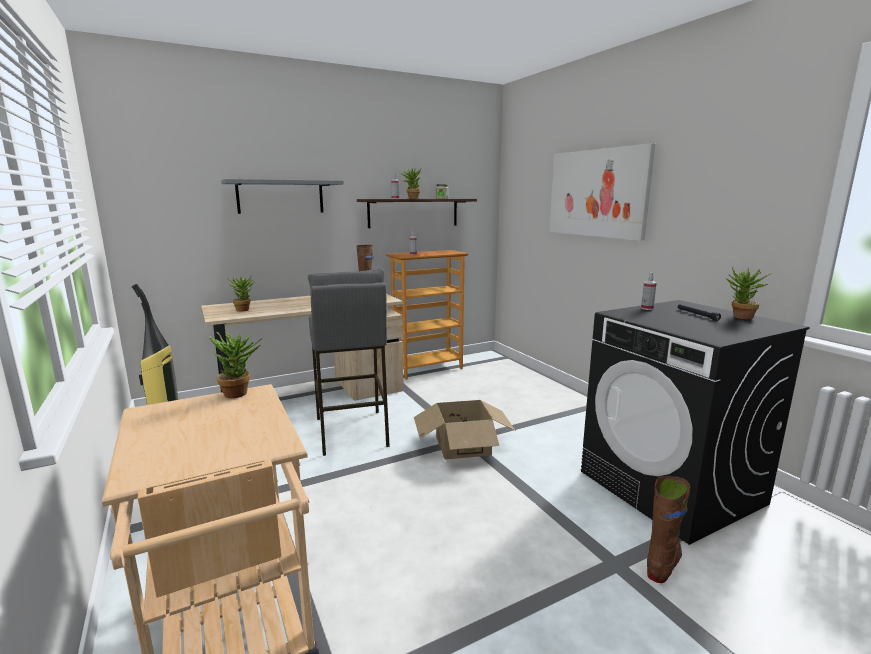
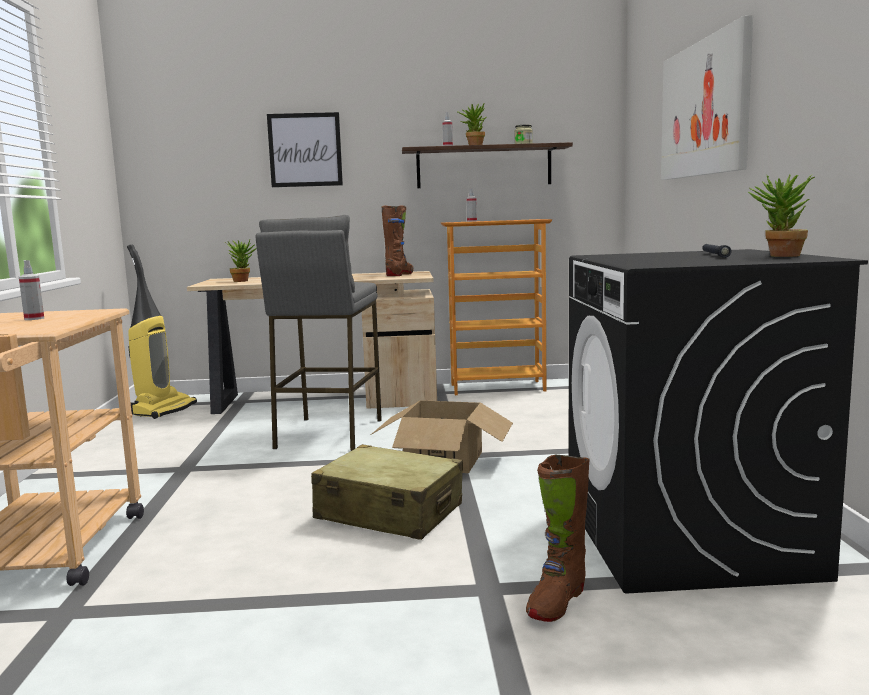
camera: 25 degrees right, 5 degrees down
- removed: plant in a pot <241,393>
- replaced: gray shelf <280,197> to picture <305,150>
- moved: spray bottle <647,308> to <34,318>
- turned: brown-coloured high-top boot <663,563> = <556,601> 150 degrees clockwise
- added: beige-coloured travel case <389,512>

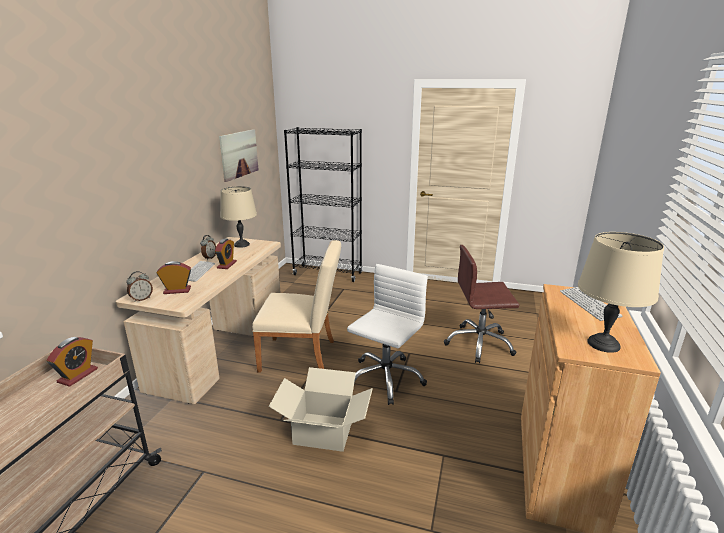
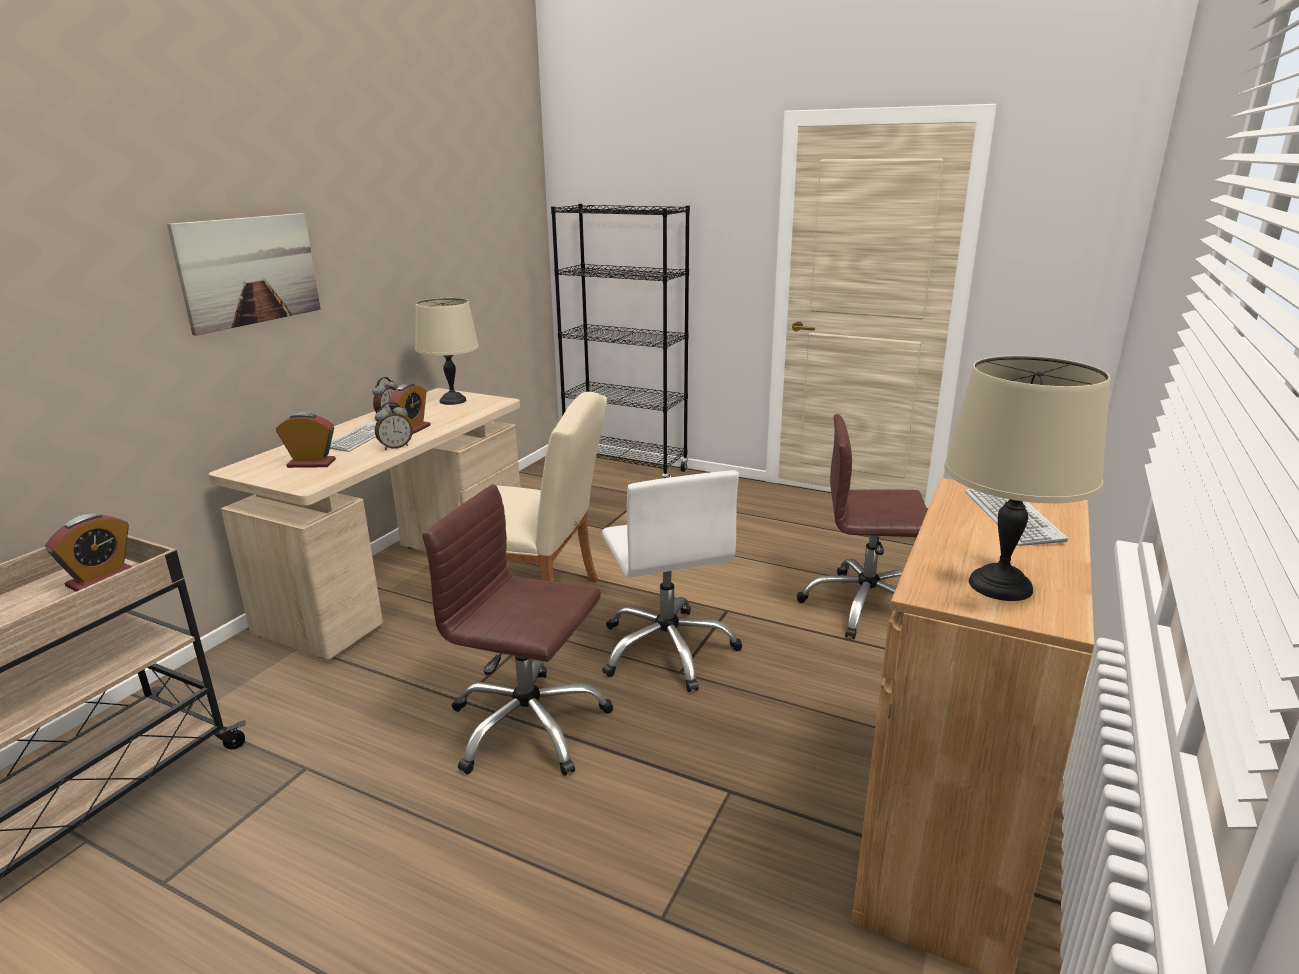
camera: 10 degrees right, 0 degrees up
- moved: table clock <141,299> to <395,447>
- moved: picture <239,154> to <249,270>
- replaced: carton <323,431> to brown-coloured office chair <527,726>
- turned: white-coloured office chair <385,378> = <668,649> 120 degrees clockwise

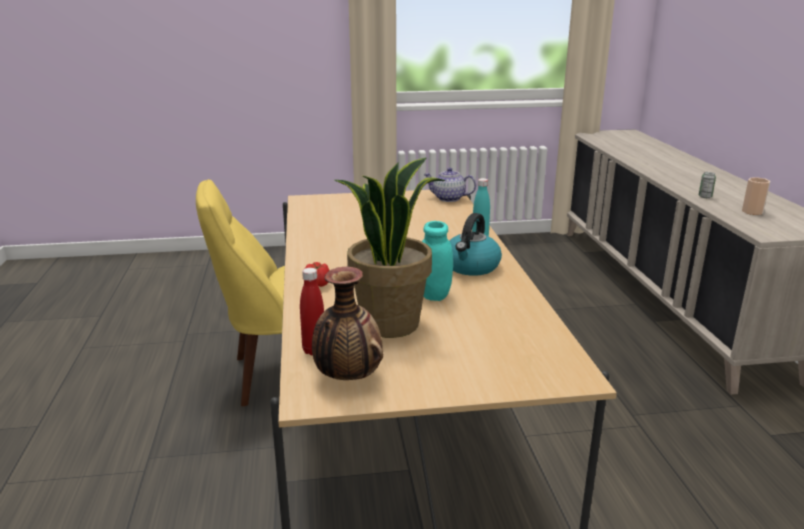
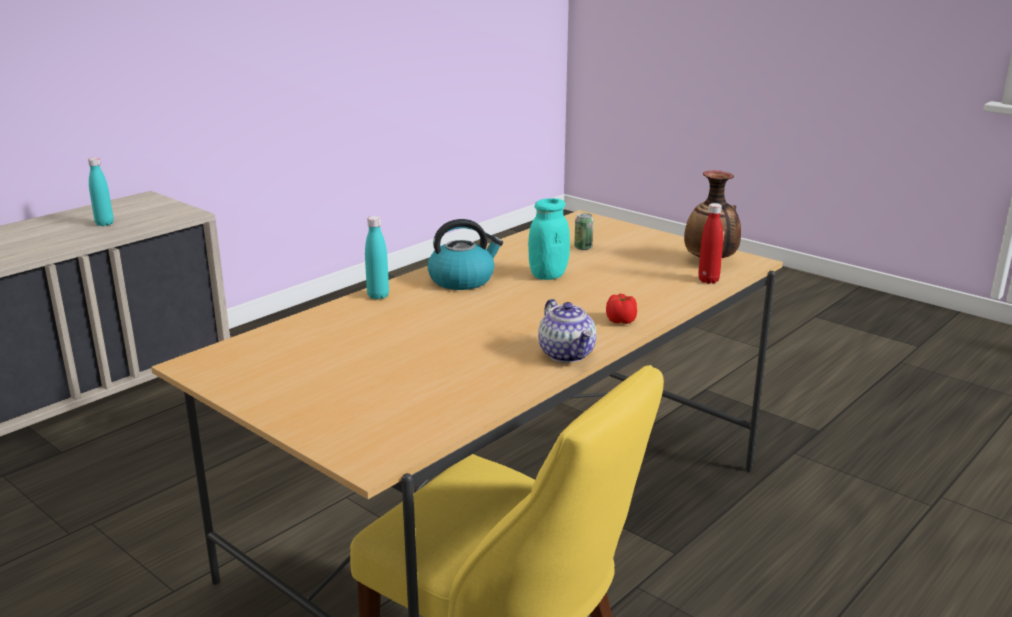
camera: 130 degrees left, 0 degrees up
- removed: plant in a pot <390,323>
- moved: pot for tea <448,198> to <567,354>
- moved: sealed can <705,196> to <583,248>
- replaced: small cup <752,212> to turquoise-coloured drink bottle <104,224>

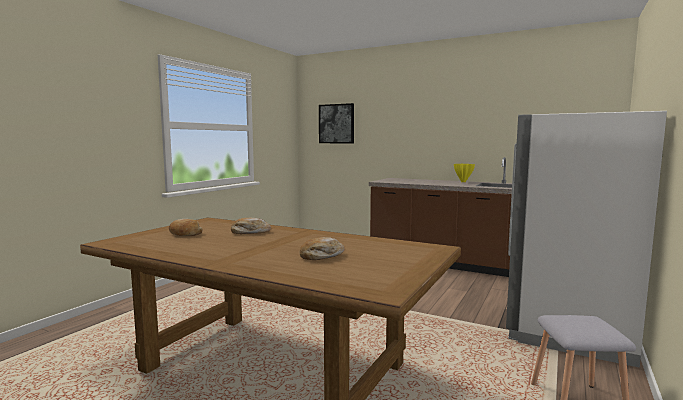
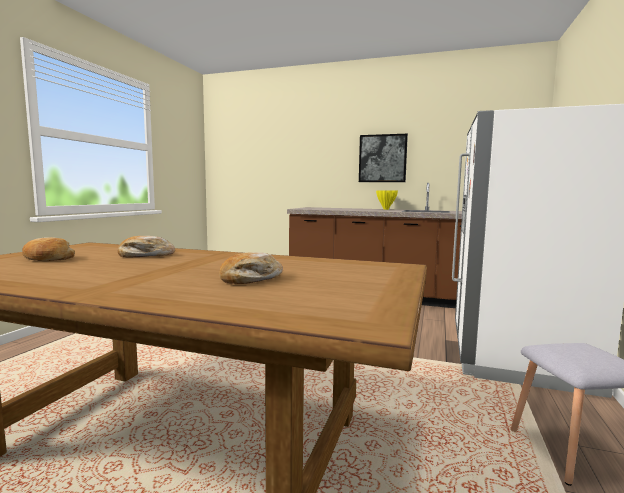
camera: 10 degrees left, 0 degrees up
- moved: picture <336,123> to <382,158>

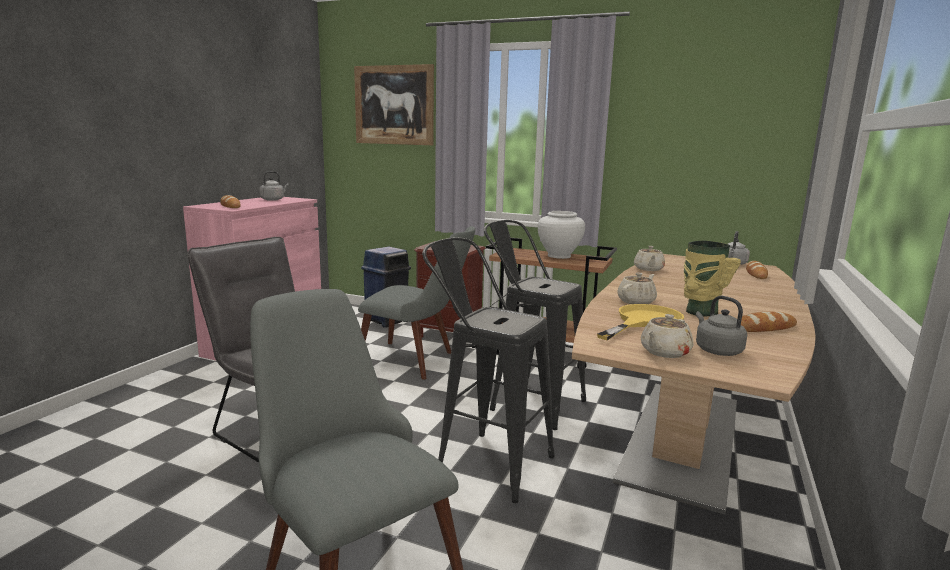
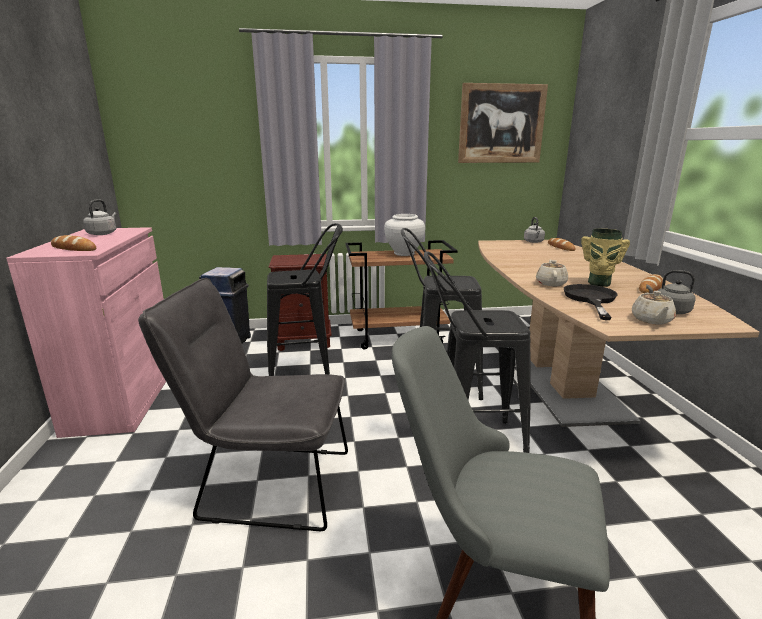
camera: 30 degrees left, 5 degrees up
- moved: picture <394,105> to <501,124>
- replaced: gray upright chair <417,361> to blackish stool seat <308,374>
- recoloured: yellowish frying pan <643,322> to blackish frying pan <590,299>
- removed: beige-coloured pot for tea <648,269>

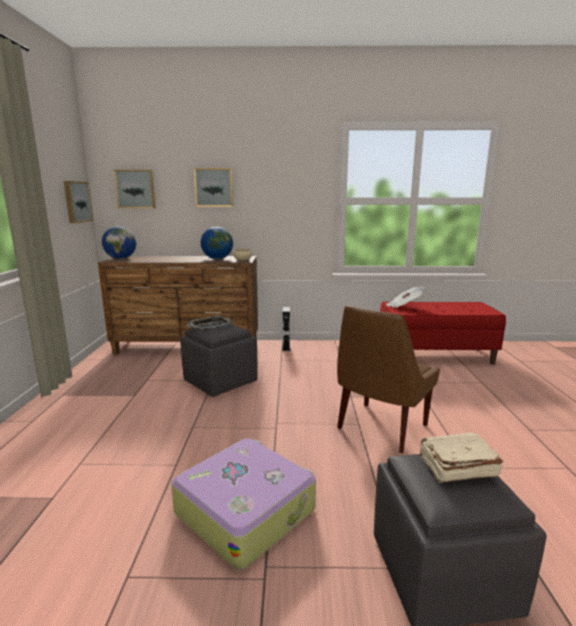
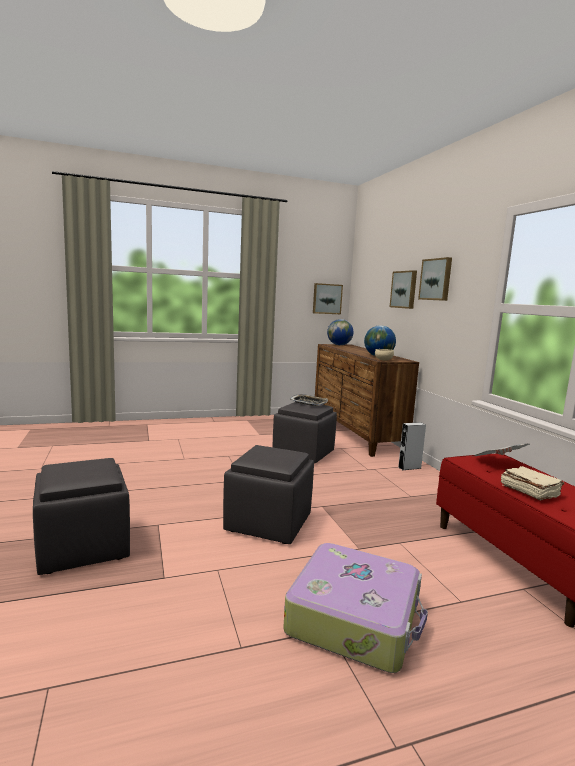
camera: 70 degrees right, 5 degrees down
- moved: picture <135,189> to <436,279>
- moved: travel case <245,509> to <355,618>
- replaced: brown-coloured upright chair <380,428> to gray ottoman <268,522>
- moved: beige-coloured bound book <456,468> to <529,491>

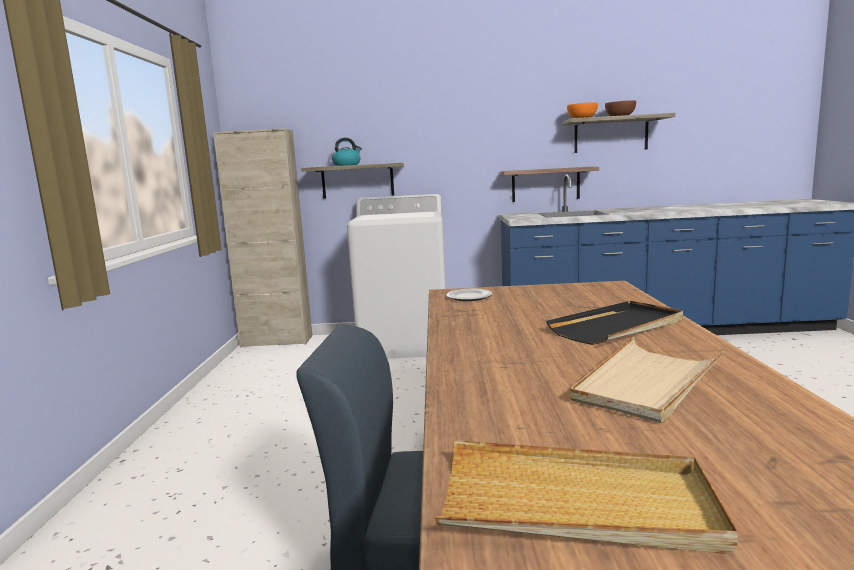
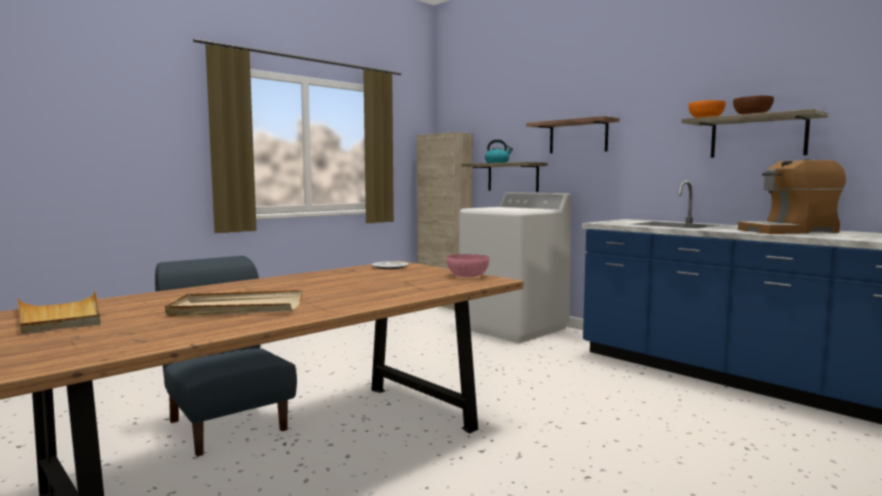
camera: 45 degrees right, 5 degrees down
- moved: shelf <545,184> to <578,137>
- removed: blackish carrying tray <618,327>
- added: pinkish serving bowl <468,275>
- added: coffee maker <789,231>

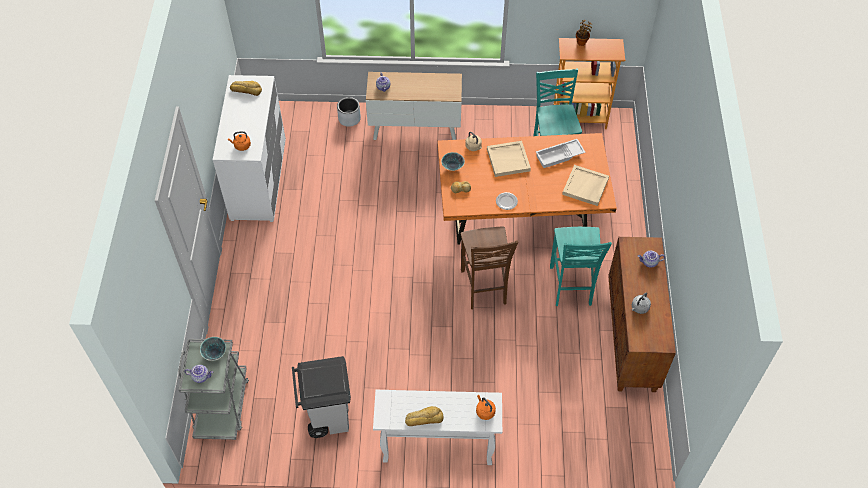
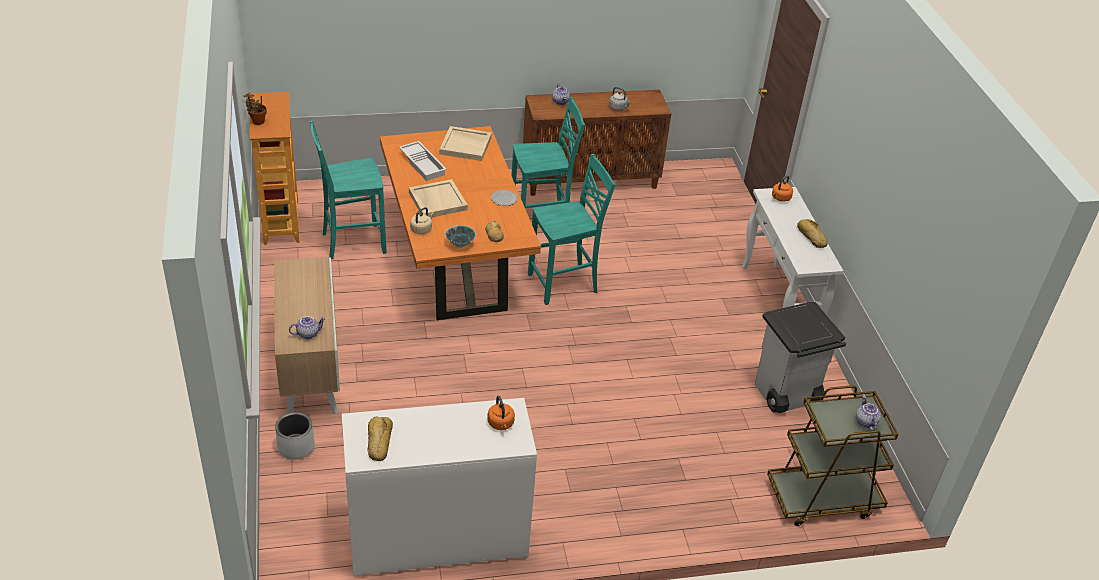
camera: 105 degrees left, 15 degrees down
- recoloured: gray cart <222,406> to brown-coloured cart <822,498>
- removed: serving bowl <214,353>
- recoloured: brown-coloured upright chair <484,288> to turquoise-coloured upright chair <564,284>

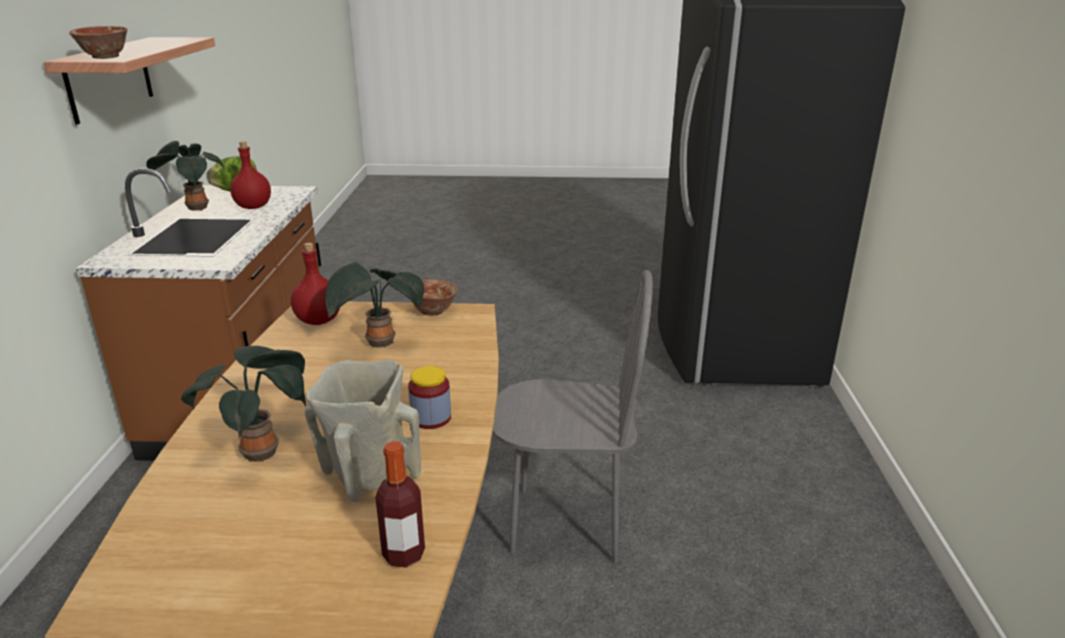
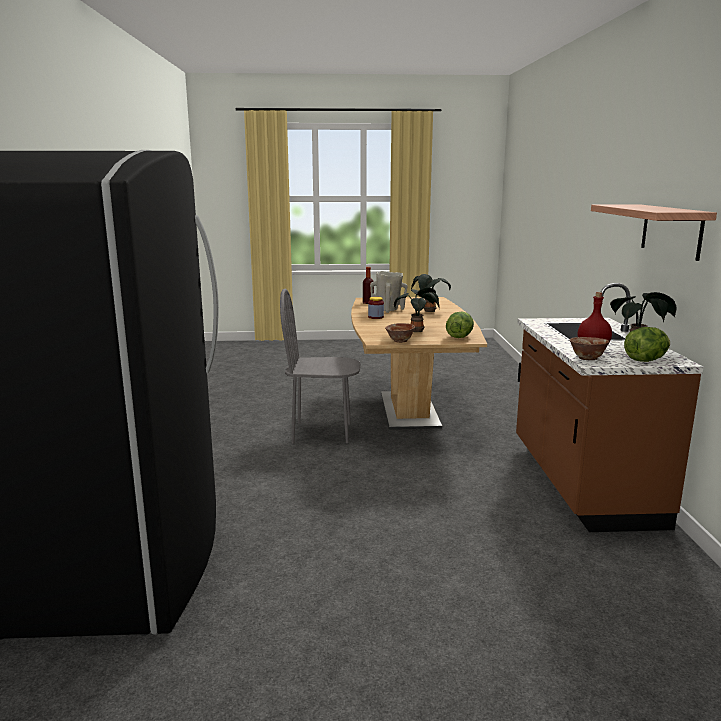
camera: 175 degrees right, 10 degrees down
- moved: serving bowl <105,57> to <587,358>
- replaced: red-coloured drink bottle <319,320> to lettuce head <459,337>

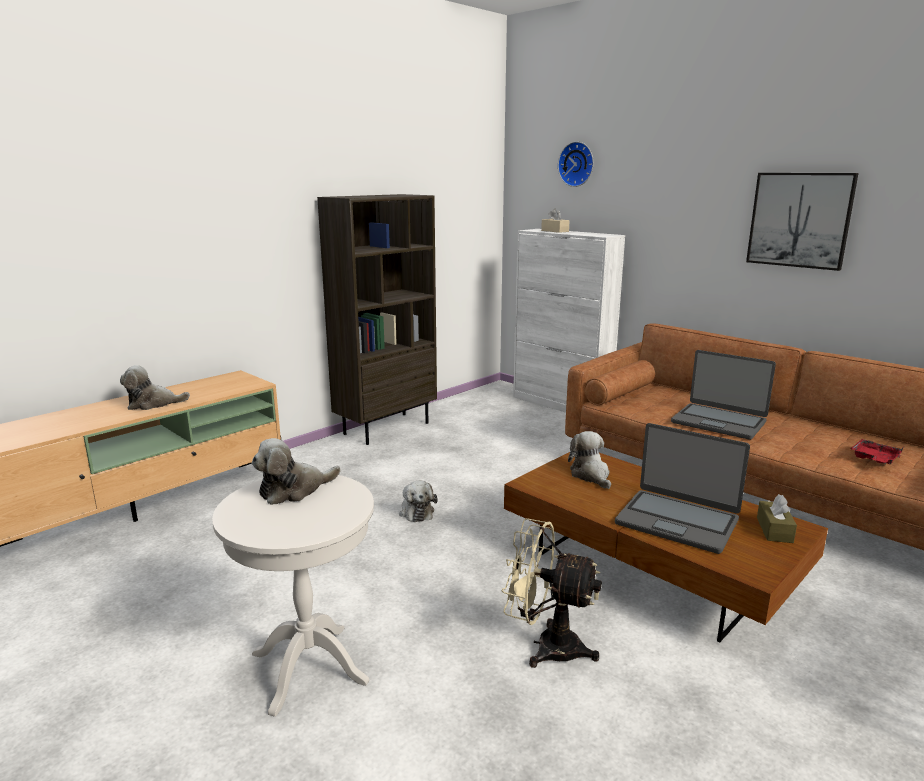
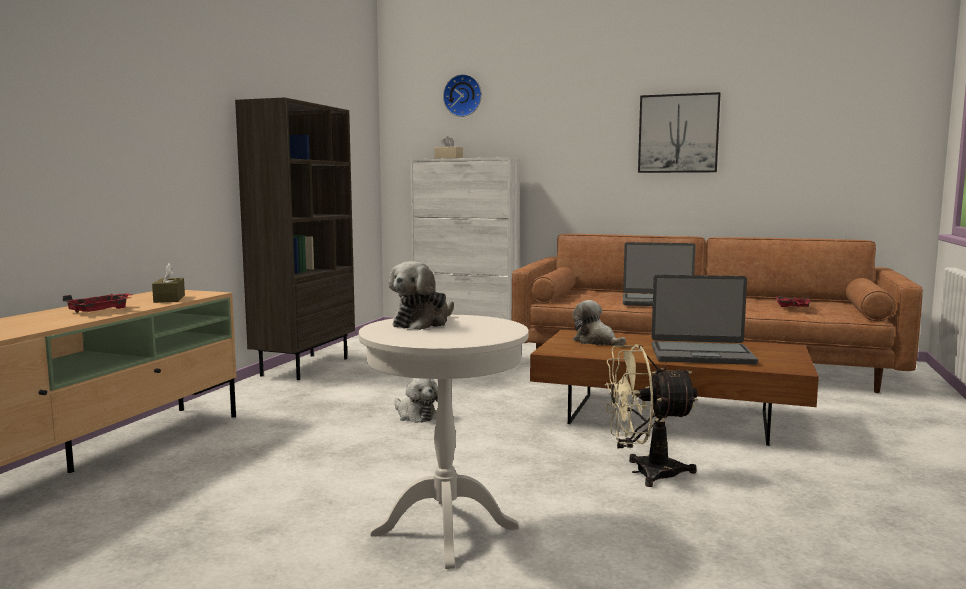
camera: 25 degrees left, 10 degrees down
- replaced: soft toy <153,404> to red-coloured carrying tray <101,311>
- moved: brown-coloured tissue box <774,530> to <169,299>

